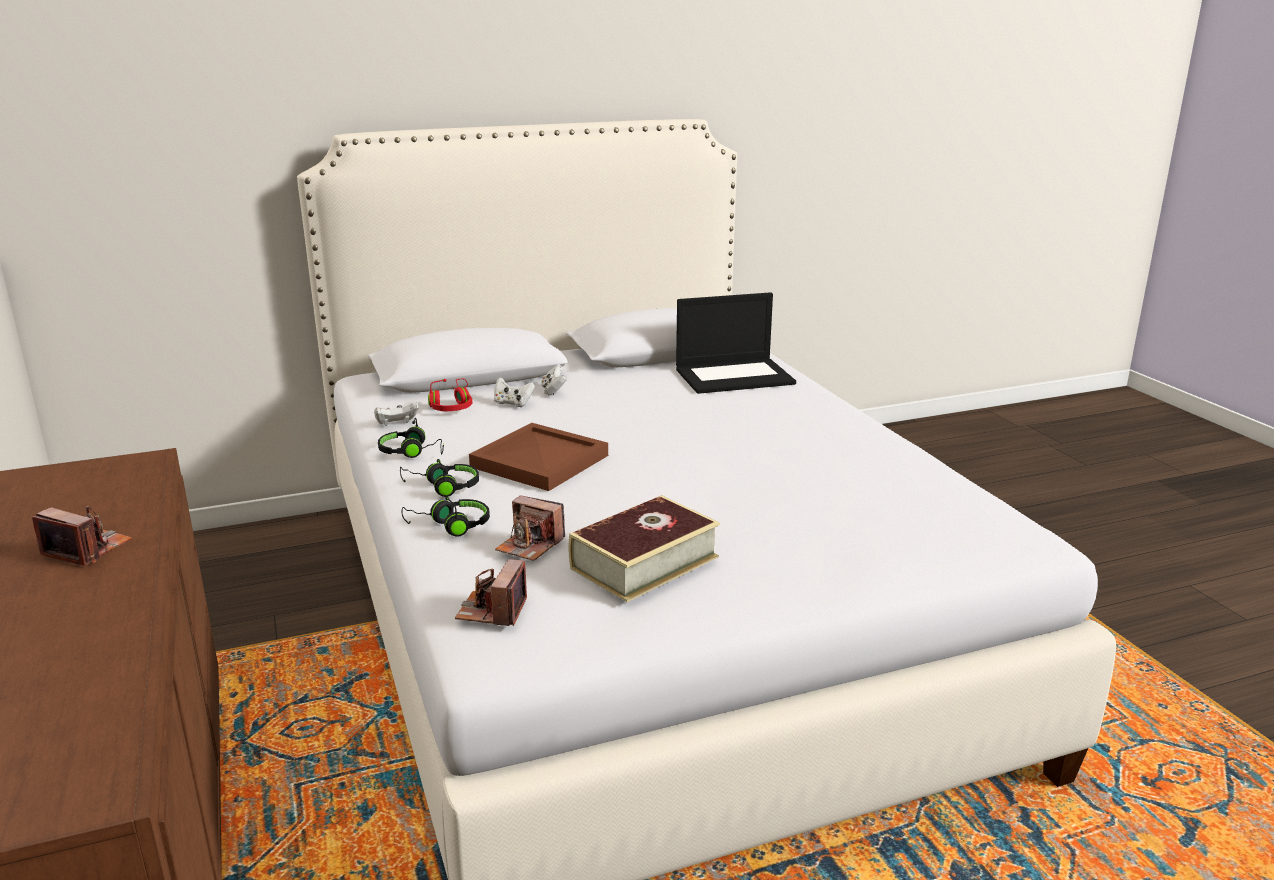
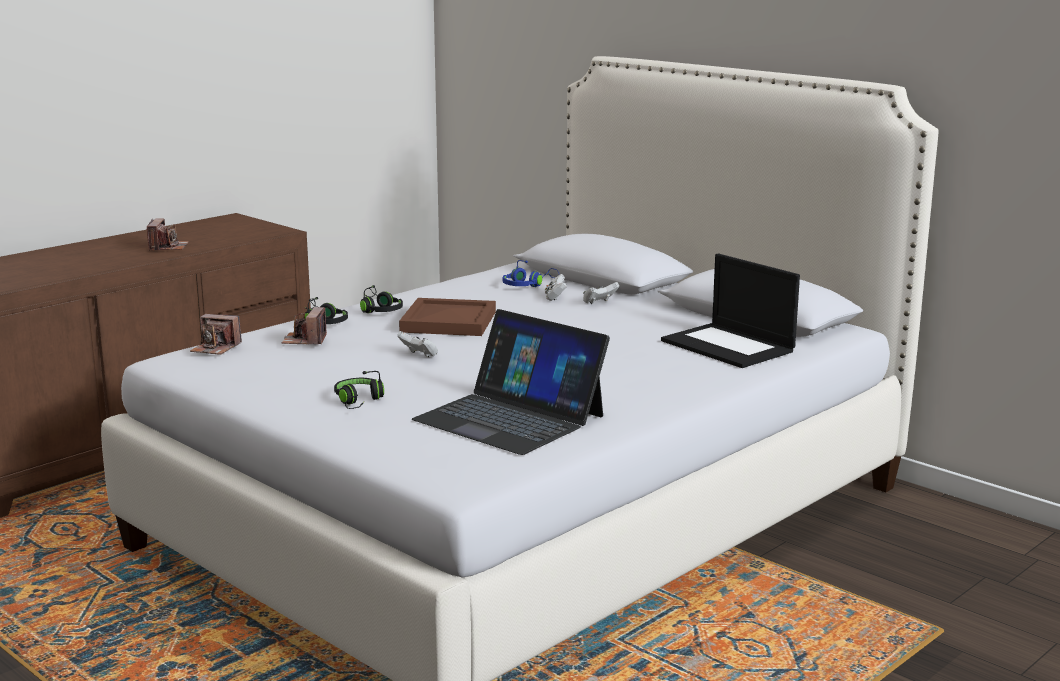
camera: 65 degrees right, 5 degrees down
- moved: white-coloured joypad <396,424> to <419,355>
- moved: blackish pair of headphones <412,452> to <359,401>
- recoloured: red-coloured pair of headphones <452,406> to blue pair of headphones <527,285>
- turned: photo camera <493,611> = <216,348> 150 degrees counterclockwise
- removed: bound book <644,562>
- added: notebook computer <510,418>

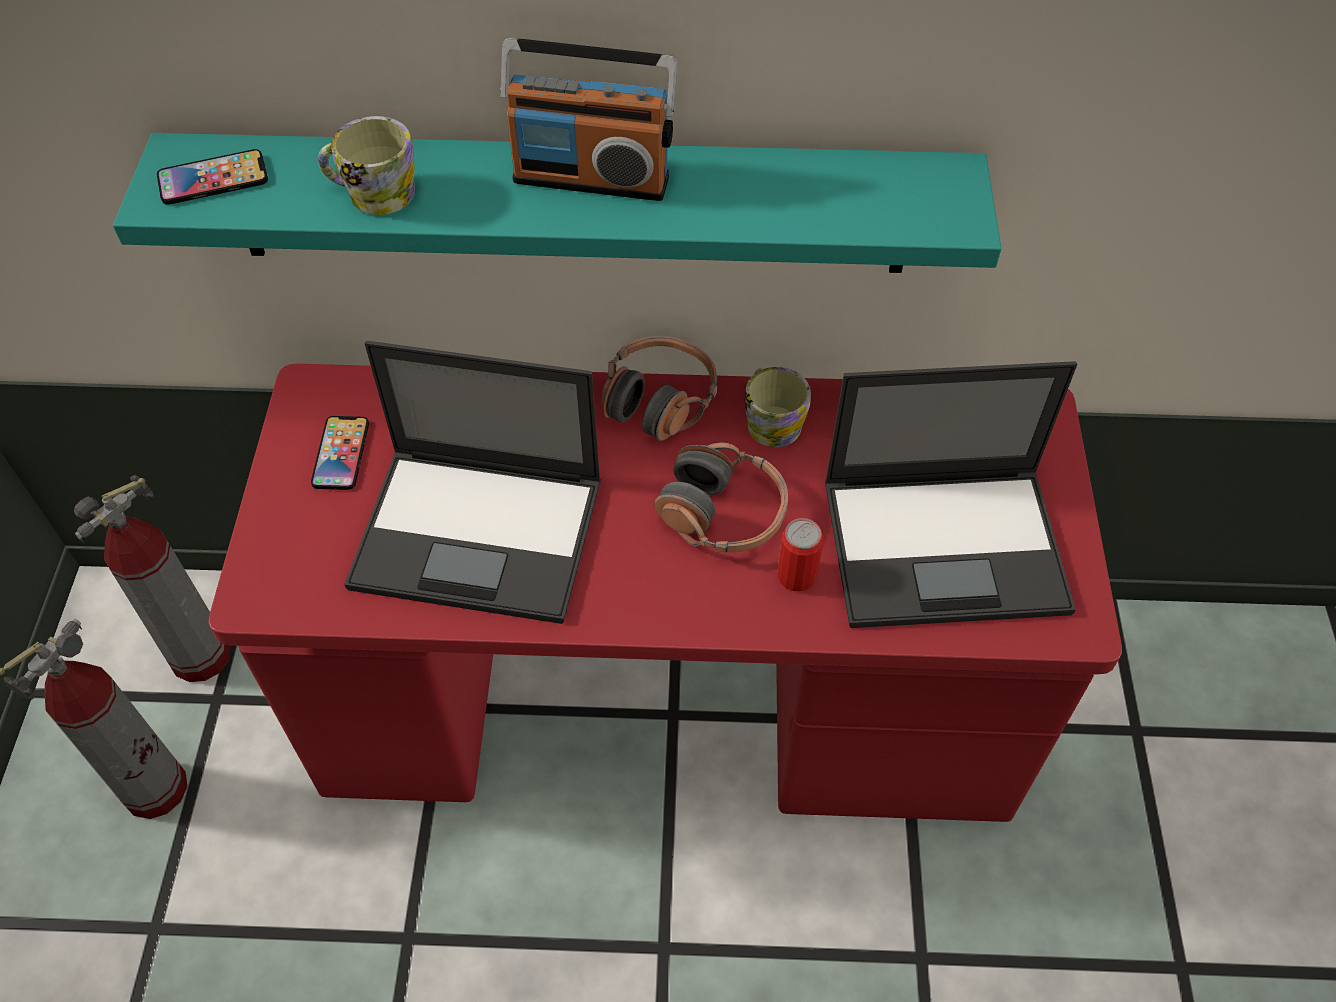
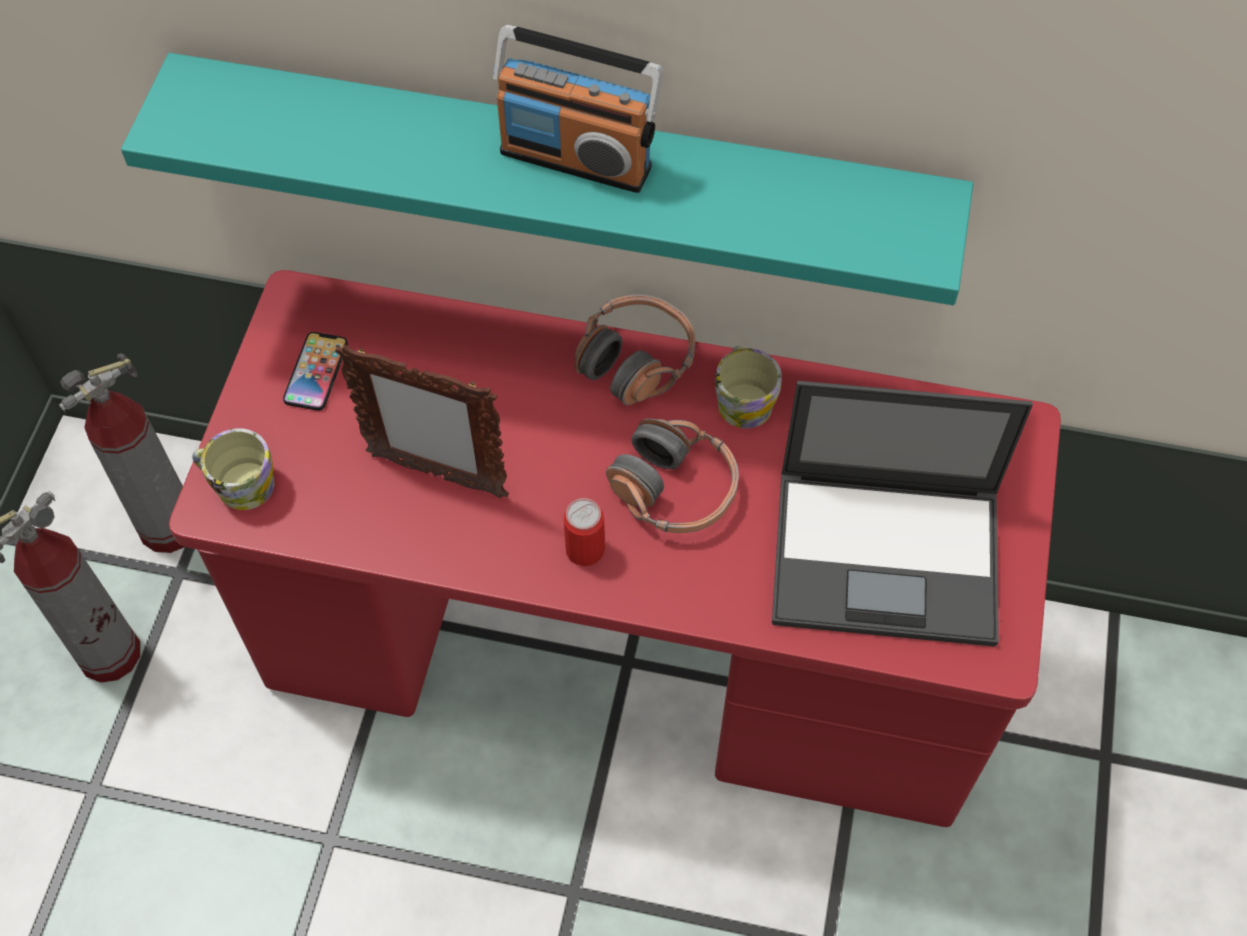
camera: 10 degrees right, 5 degrees up
- removed: phone <213,179>
- moved: coffee mug <373,193> to <238,484>
- replaced: notebook computer <481,533> to picture frame <436,474>
- moved: sealed can <796,575> to <585,549>

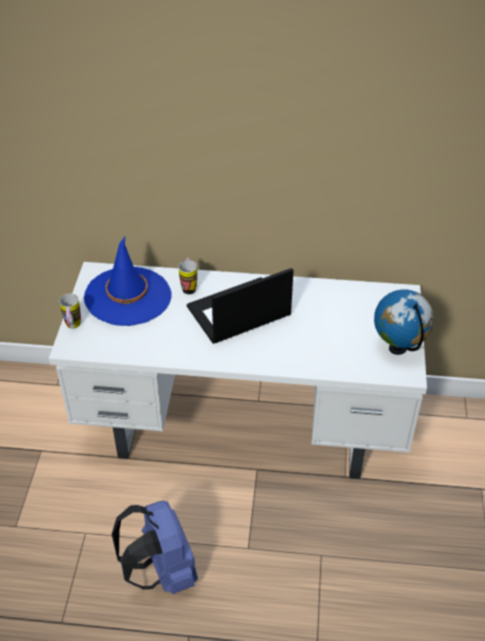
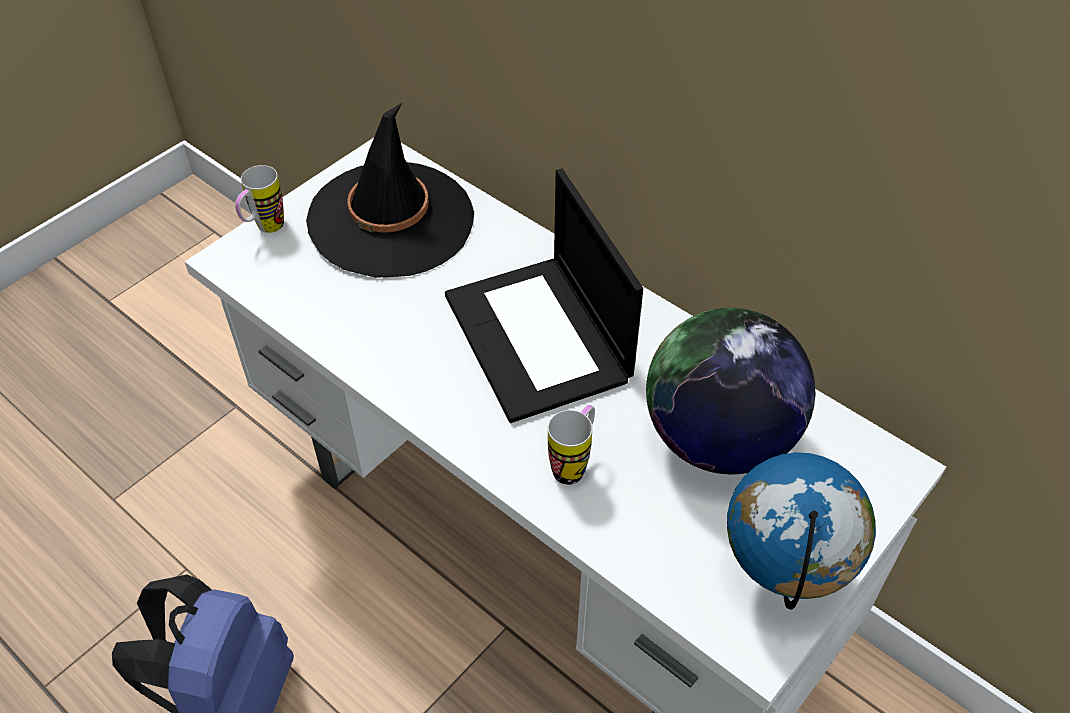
camera: 35 degrees right, 5 degrees up
- recoloured: blue hat <128,296> to blackish hat <391,220>
- moved: coffee mug <189,287> to <574,464>
- turned: notebook computer <238,312> = <539,338> 120 degrees counterclockwise
- added: desk globe <718,439>

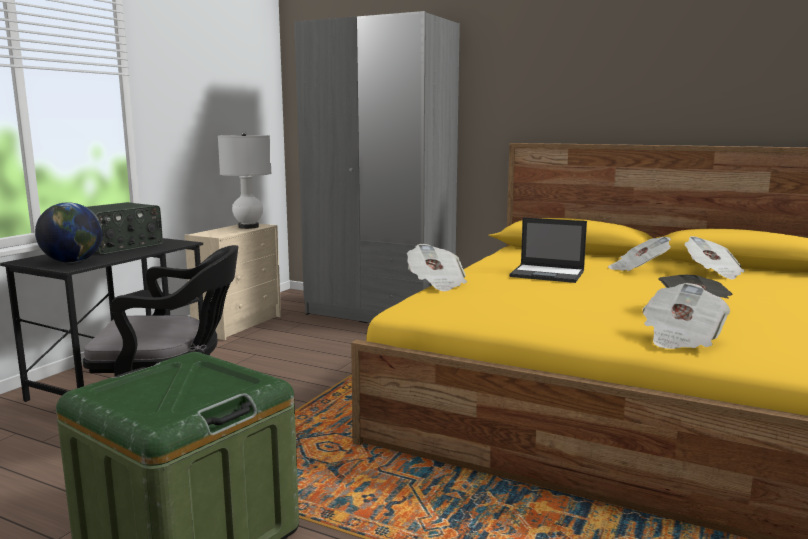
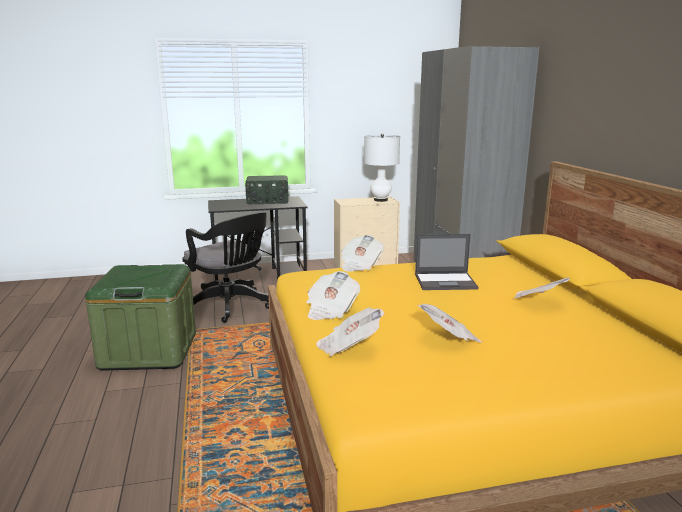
camera: 50 degrees right, 5 degrees up
- removed: desk globe <73,261>
- turned: notebook computer <548,274> = <446,281> 75 degrees counterclockwise
- moved: printed paper <713,273> to <330,310>

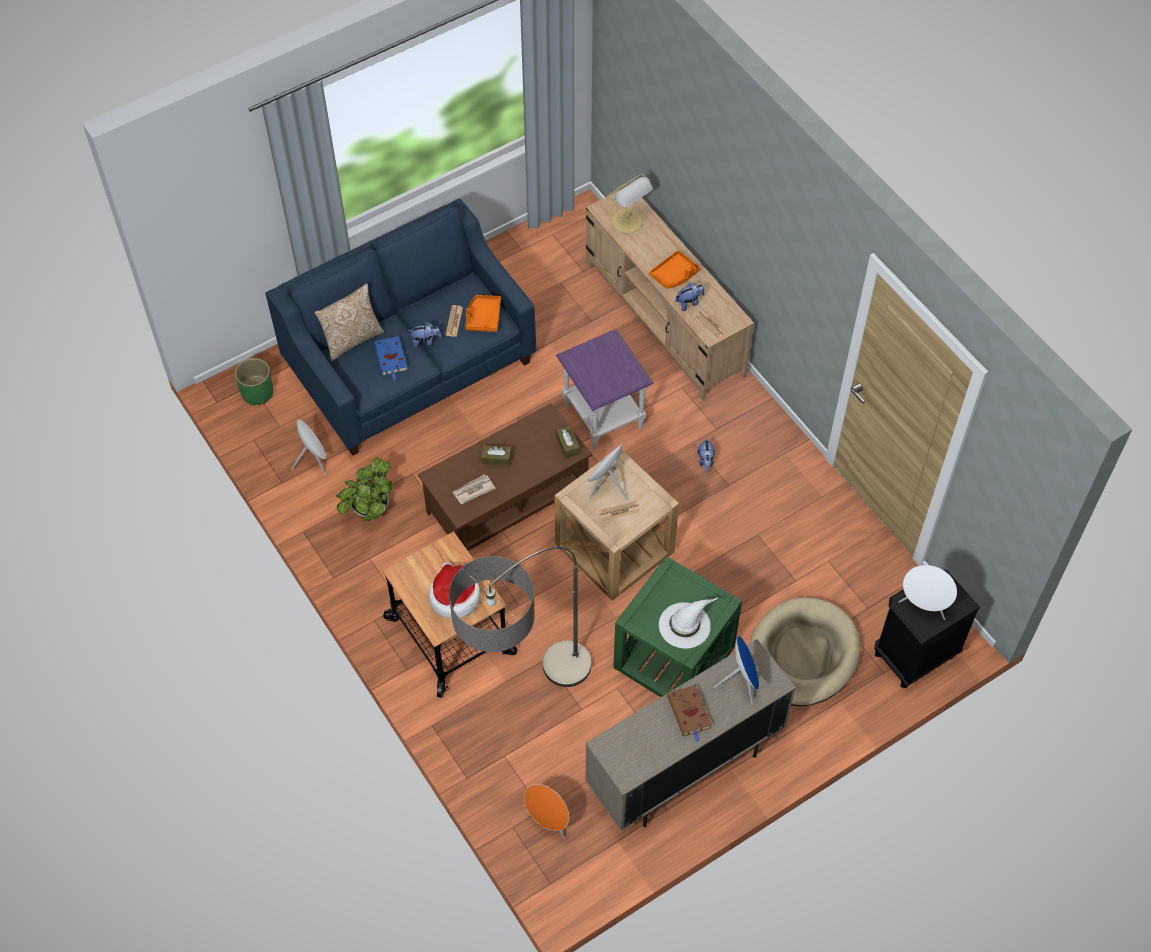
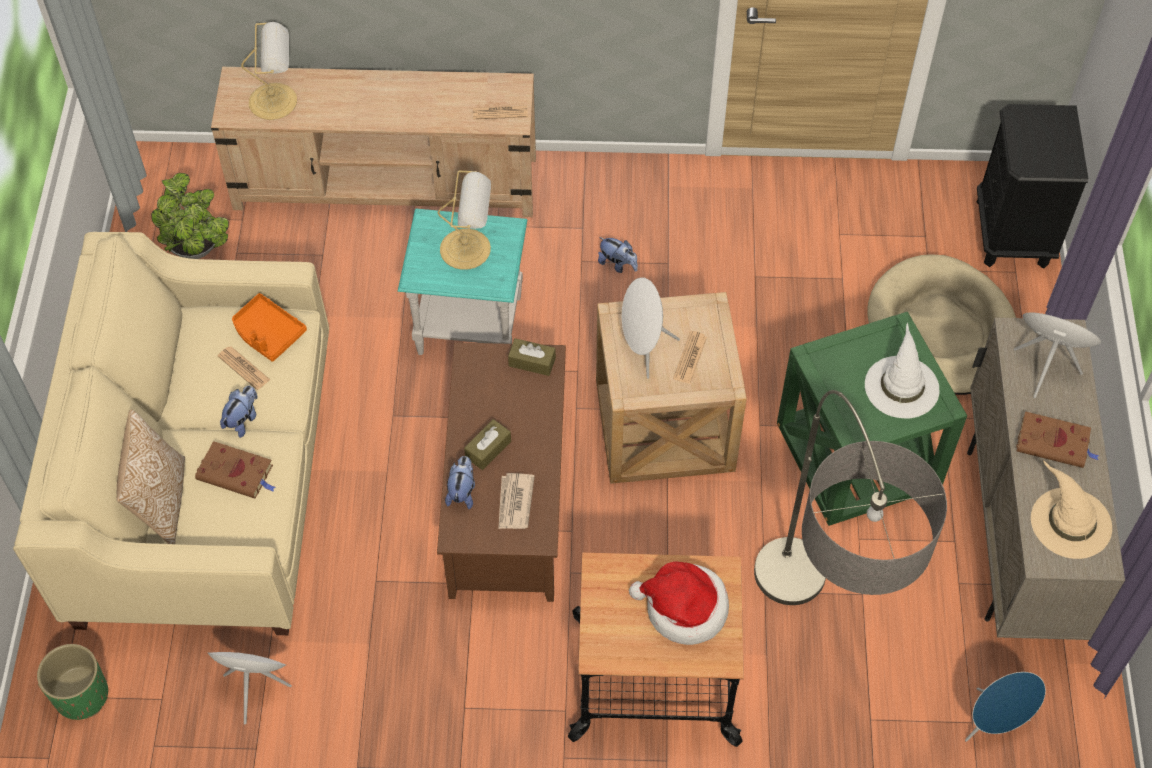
camera: 55 degrees left, 0 degrees up
- recoloured: blue settee <409,364> to beige-coloured settee <206,484>
- moved: plant in a pot <369,510> to <197,251>
- recoloured: blue bound book <391,359> to brown-coloured bound book <237,473>
- recoloured: orangey loudspeaker <549,821> to blue loudspeaker <994,723>
- recoloured: purplish accent table <602,416> to turquoise-coloured accent table <468,325>
- removed: orangey carrying tray <674,275>
- moved: soft toy <689,303> to <462,492>
- removed: white-coloured loudspeaker <923,606>
- added: tabletop lamp <468,249>
- added: beige-coloured hat <1070,522>

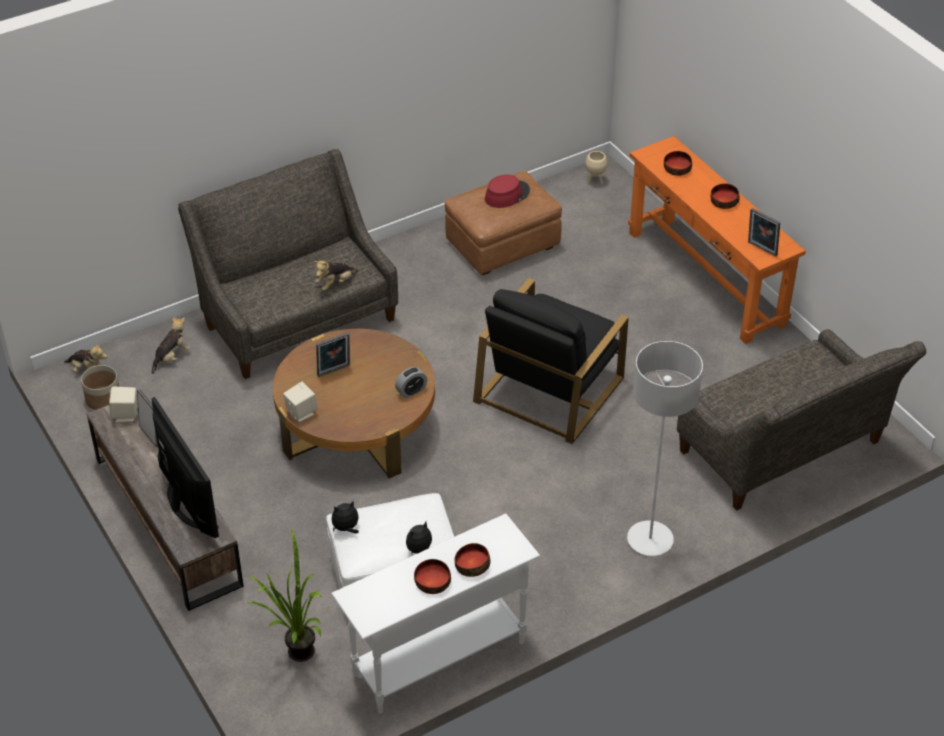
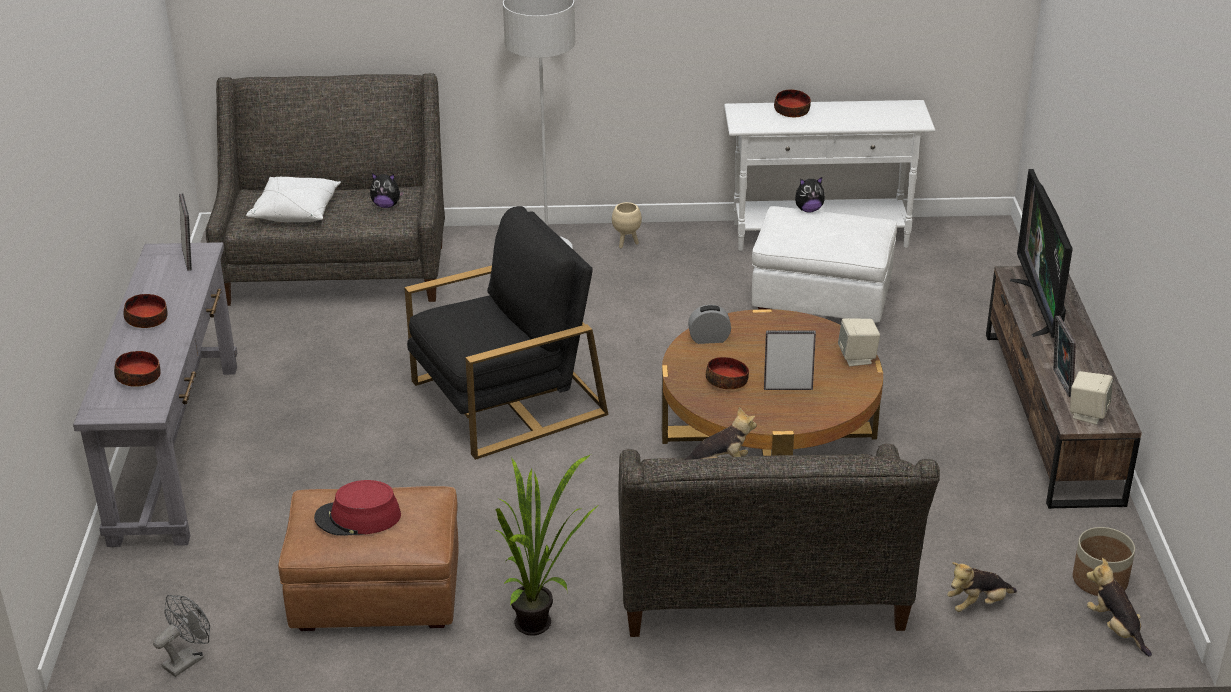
camera: 150 degrees left, 10 degrees down
- moved: plant in a pot <295,654> to <542,625>
- moved: soft toy <346,528> to <386,205>
- moved: serving bowl <432,582> to <727,381>
- moved: beige-coloured flower pot <595,180> to <627,243>
- recoloured: orangey console table <705,278> to gray console table <177,450>
- added: gray cooling fan <188,659>
- added: white-coloured throw pillow <296,211>

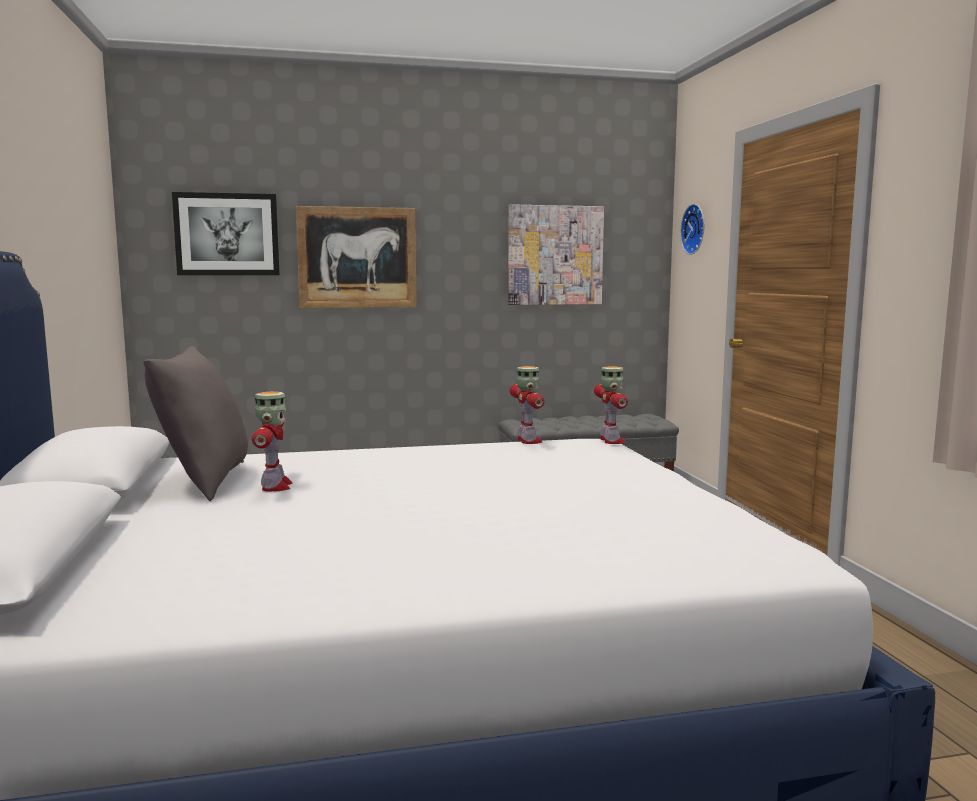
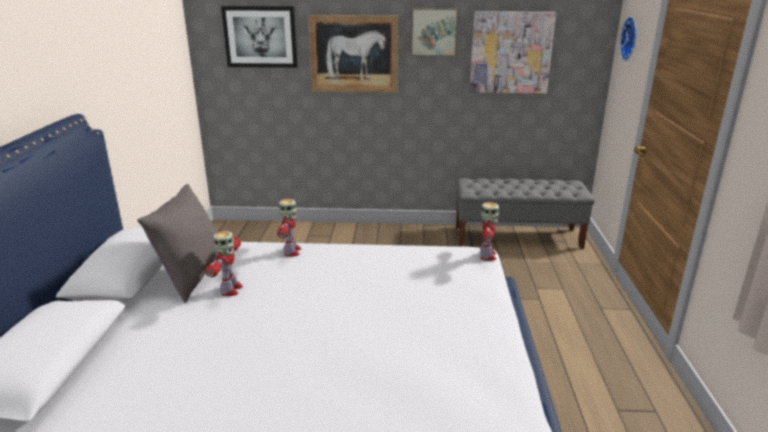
camera: 15 degrees right, 15 degrees up
- moved: robot figure <528,441> to <291,252>
- added: picture <433,32>

